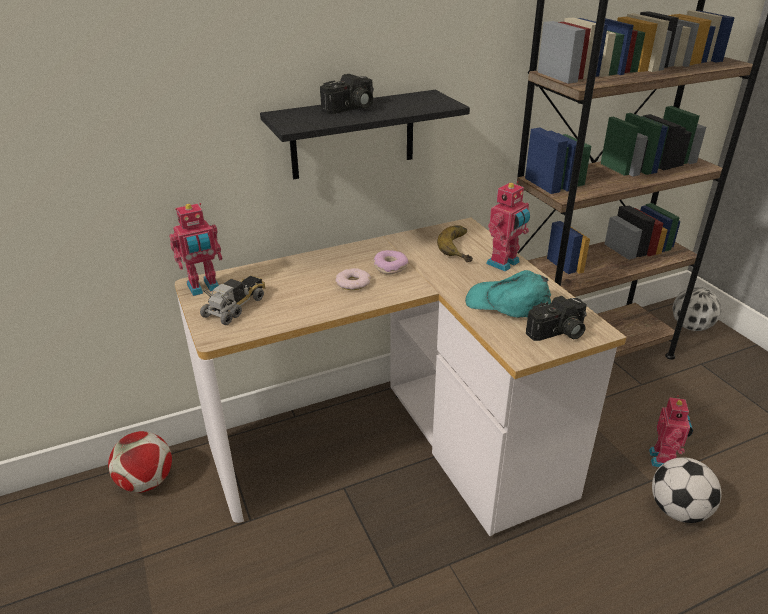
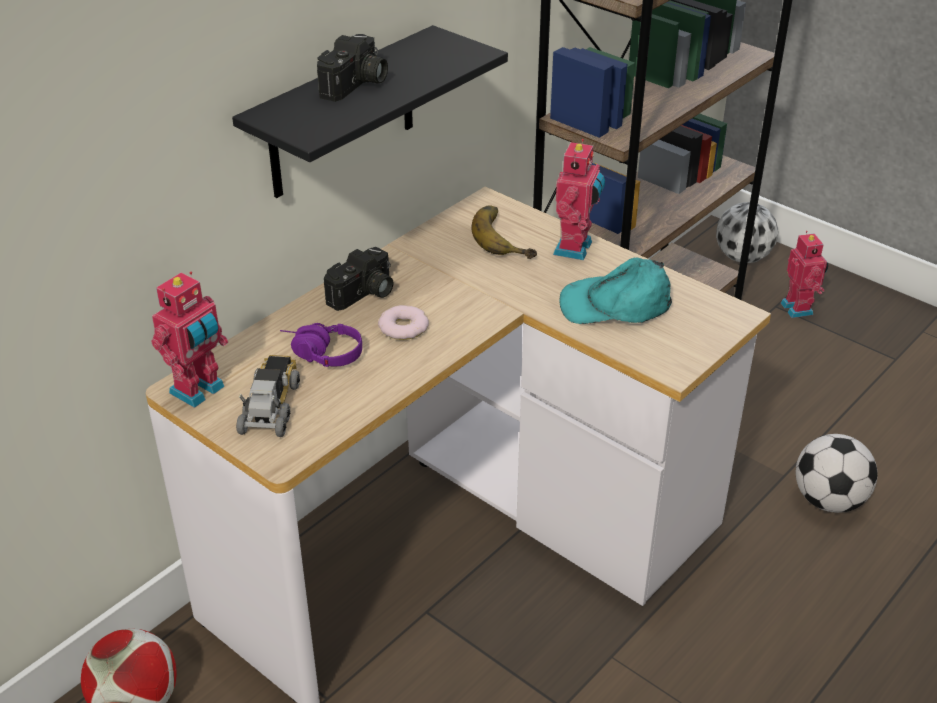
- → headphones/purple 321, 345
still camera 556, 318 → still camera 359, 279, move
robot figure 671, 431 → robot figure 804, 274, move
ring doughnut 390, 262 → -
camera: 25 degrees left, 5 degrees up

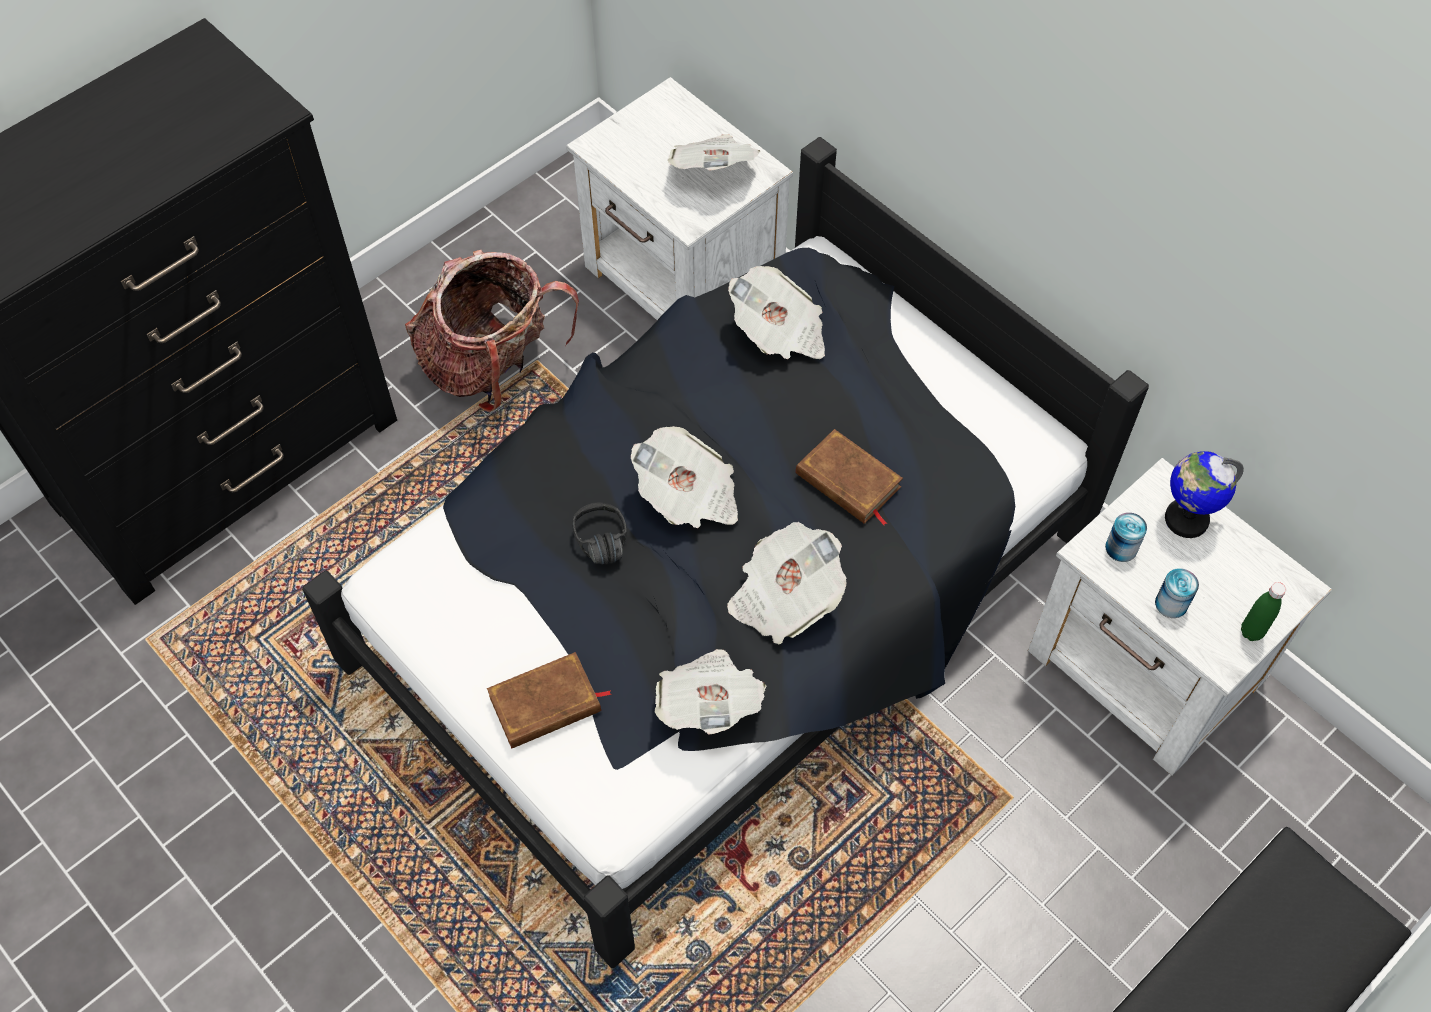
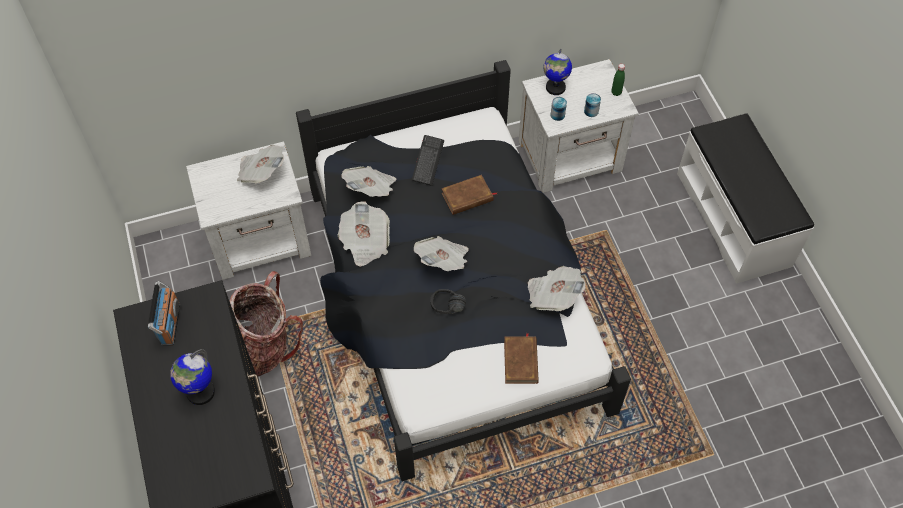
- → radio set 164, 313
- → world globe 192, 377
newspaper 787, 583 → newspaper 364, 234, move
- → computer keyboard 428, 160
camera: 65 degrees left, 0 degrees up

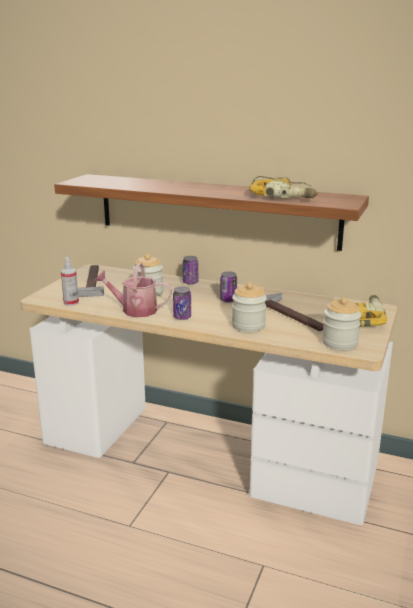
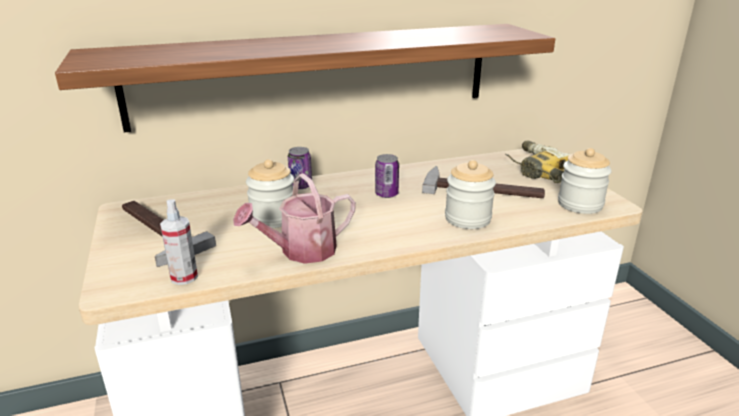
sealed can 182, 303 → -
electric drill 283, 187 → -
camera: 40 degrees left, 5 degrees up

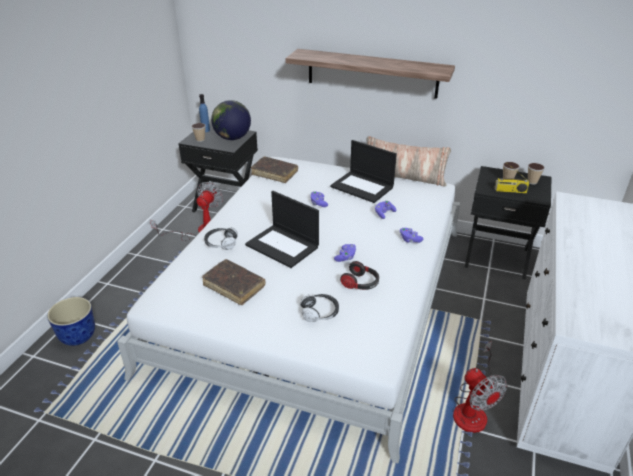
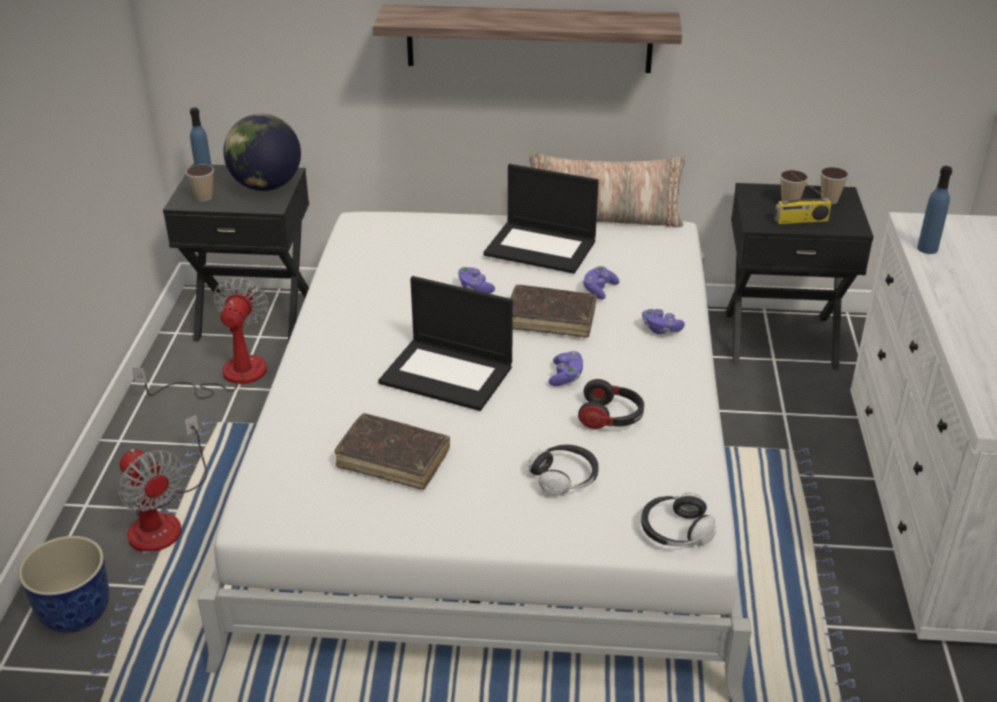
cooling fan 480, 387 → cooling fan 162, 484, move
volume/brown-coloured 274, 170 → volume/brown-coloured 553, 311, move
headphones 221, 238 → headphones 678, 519, move
- → drink bottle/blue-coloured 934, 210
camera: 15 degrees left, 0 degrees up

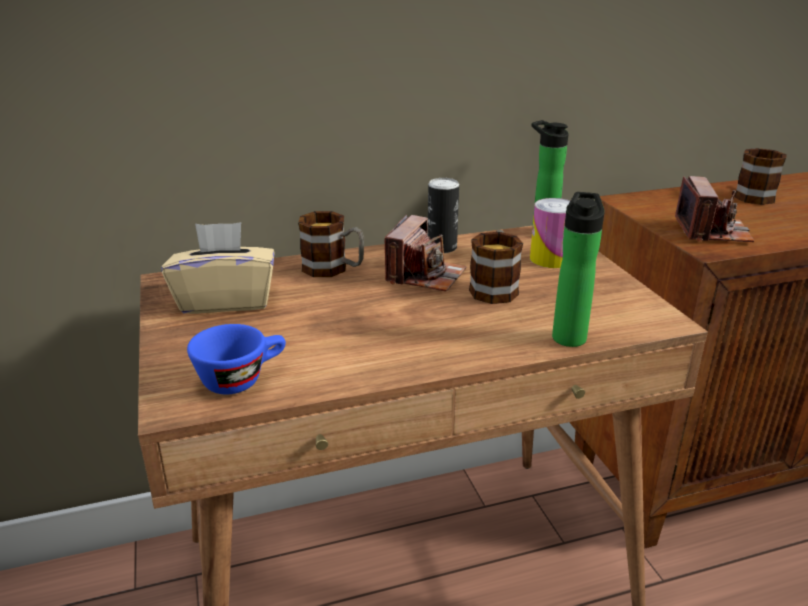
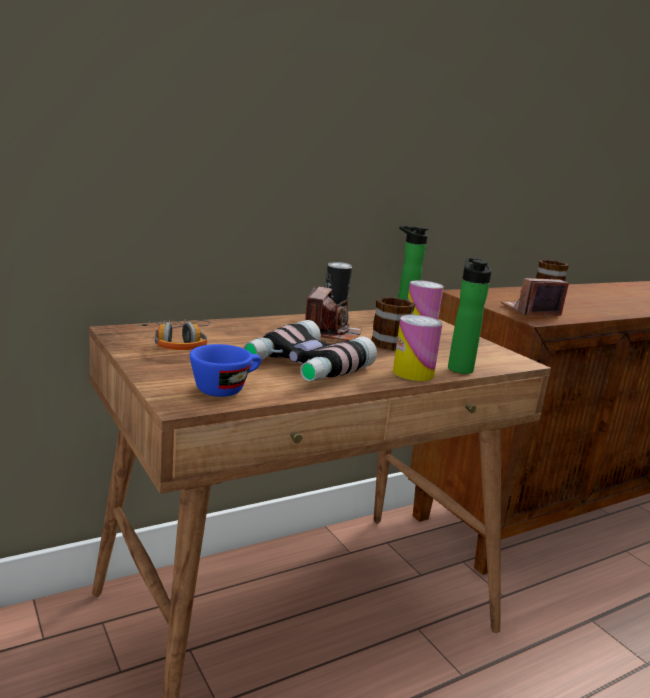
tissue holder/beige 218, 268 → headphones 174, 334
- → binoculars 310, 351
- → sealed can 418, 348
still camera 714, 209 → still camera 535, 297, 105 degrees counterclockwise
coffee mug 331, 244 → -
camera: 15 degrees left, 10 degrees down

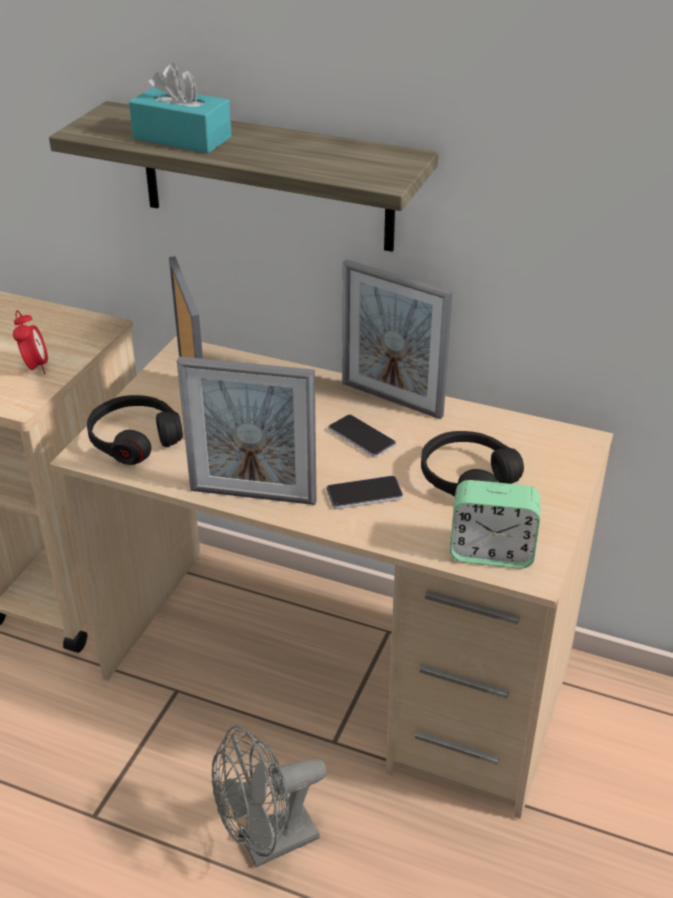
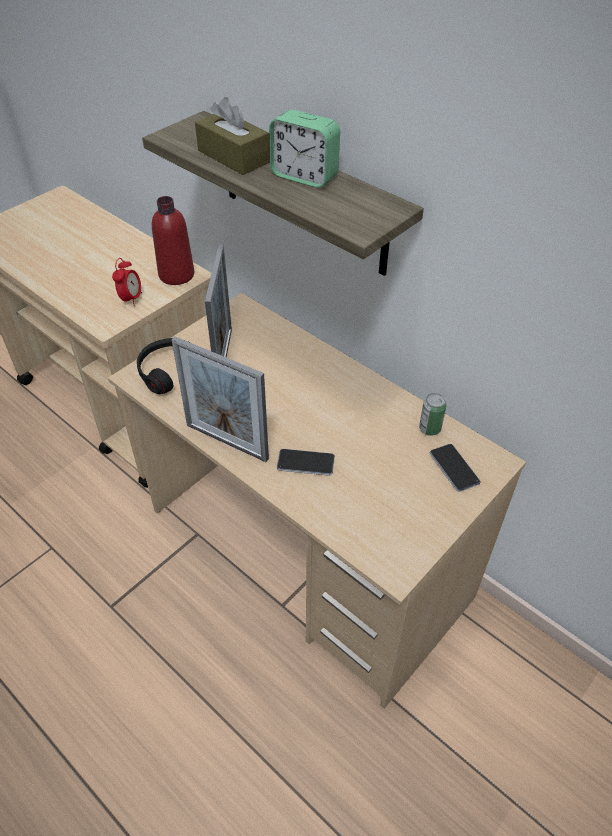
- → drink bottle/red-coloured 173, 240
tissue holder/turquoise 180, 108 → tissue holder/brown-coloured 232, 136
bedside clock 495, 524 → bedside clock 304, 148, move
- → sealed can 433, 414
telephone 362, 436 → telephone 455, 468, move
cooling fan/grey 269, 796 → -
picture frame 397, 339 → -
headphones/blackish 472, 463 → -
camera: 20 degrees right, 10 degrees up

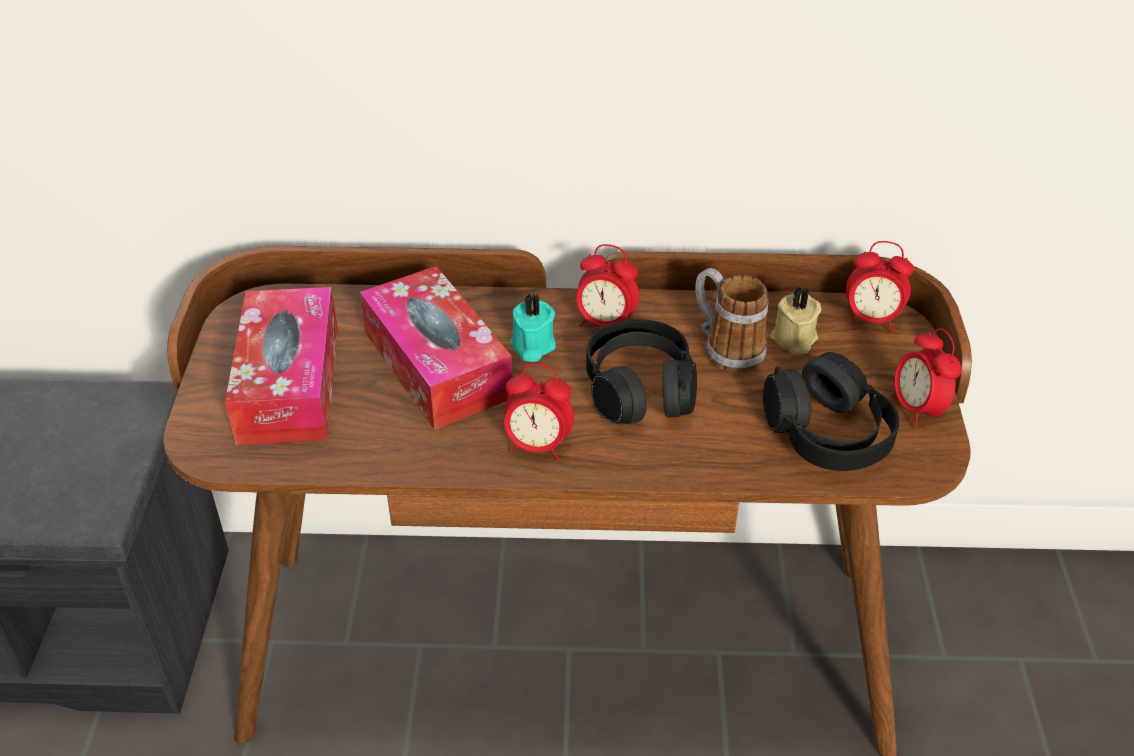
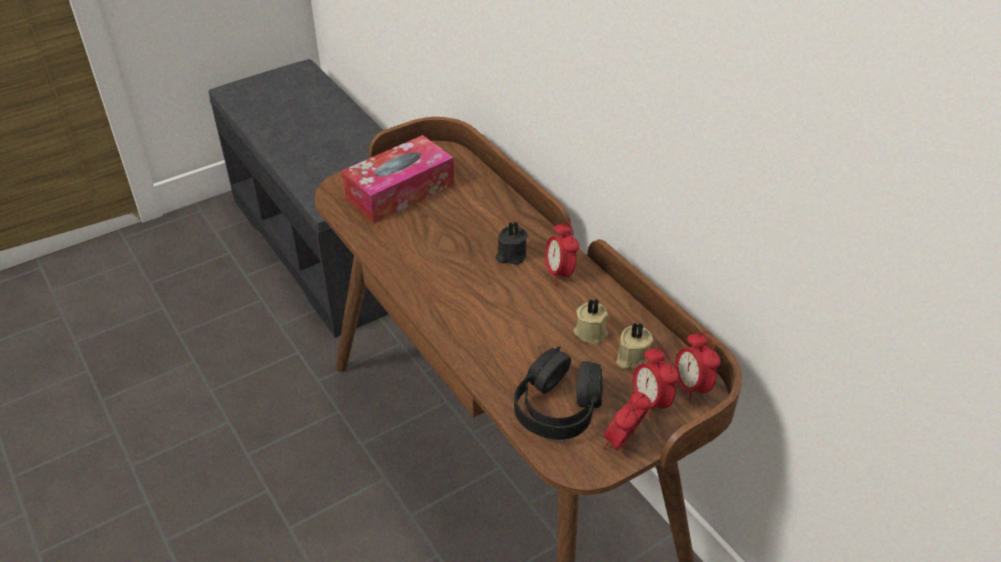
wax candle/turquoise 533, 328 → wax candle/blackish 512, 243
coffee mug 731, 320 → wax candle/beige 591, 321
bedside clock 539, 412 → bedside clock 655, 382, move
tissue holder 436, 348 → -
headphones/blackish 641, 372 → -
camera: 55 degrees right, 0 degrees up

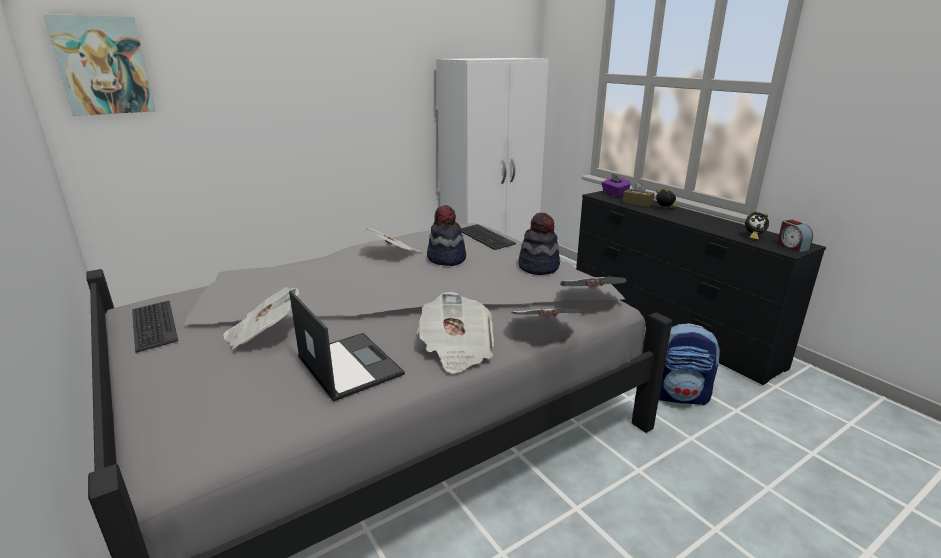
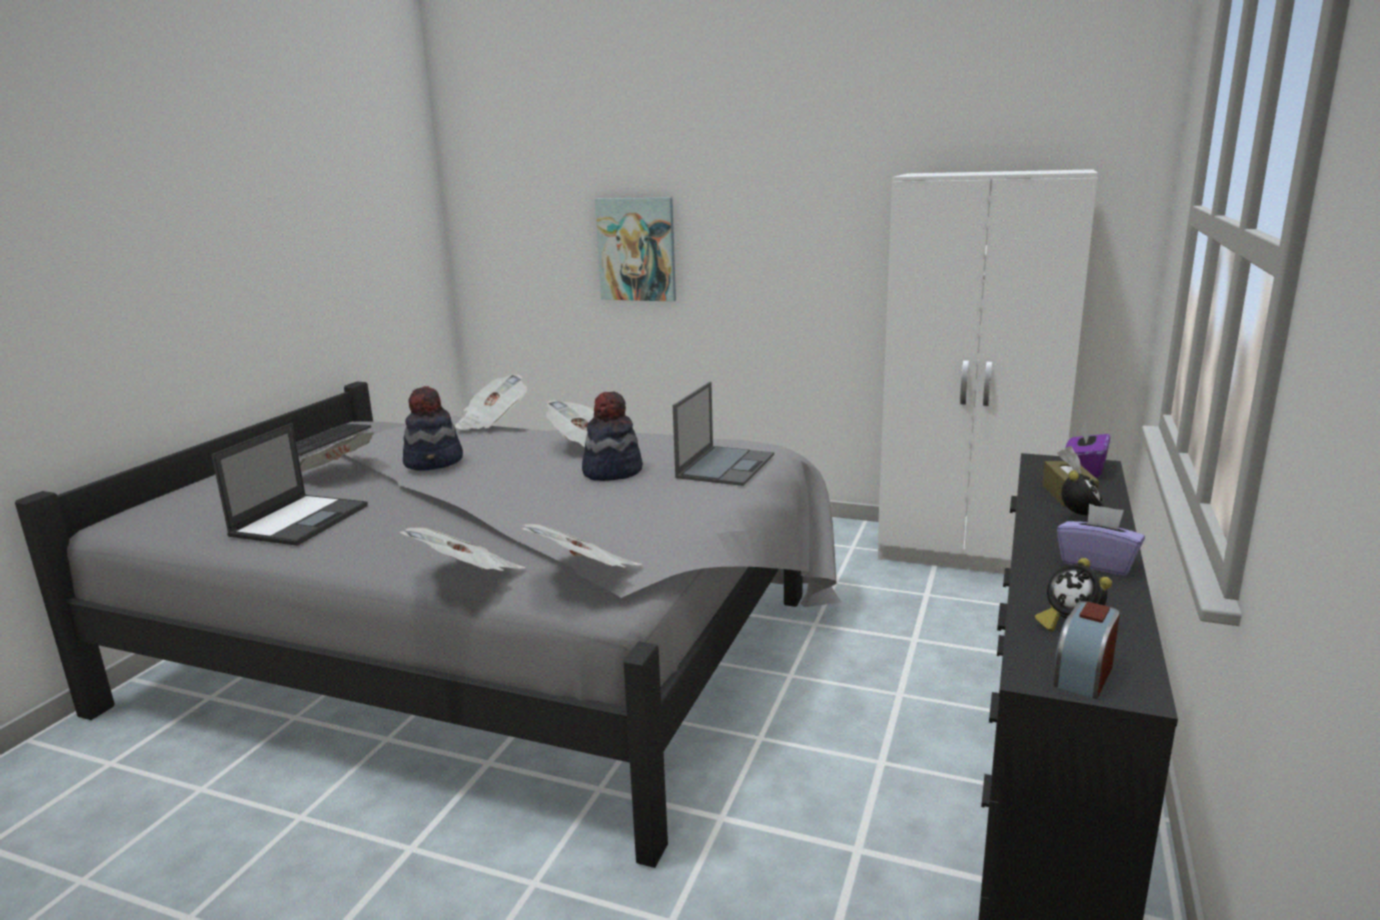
clothing hat 539, 243 → clothing hat 433, 428, move
newspaper 455, 333 → newspaper 491, 402, move
wall art 99, 65 → wall art 635, 249, move
computer keyboard 488, 237 → portable computer 723, 434
- → tissue holder/purple 1101, 540
backpack 689, 364 → -
camera: 55 degrees right, 5 degrees down

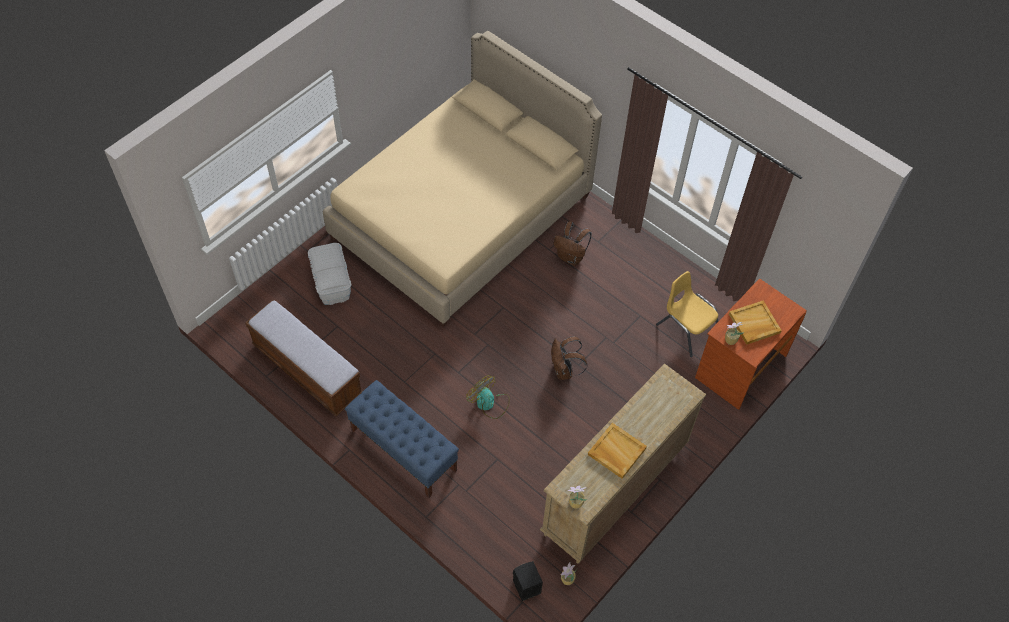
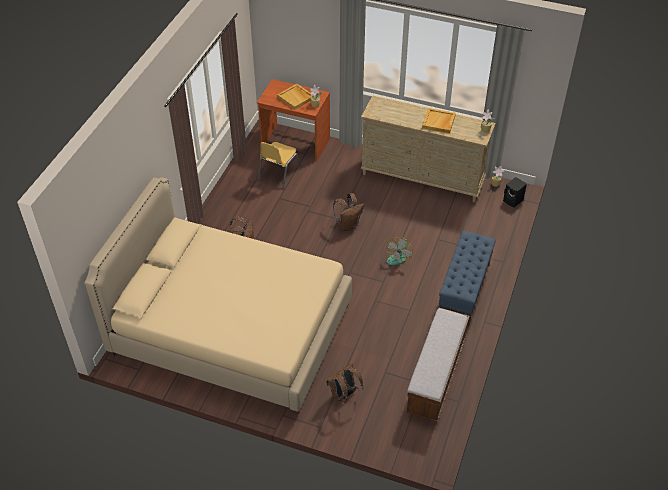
storage container/whitish 329, 274 → backpack/brown-coloured 345, 383
camera: 110 degrees left, 10 degrees down

